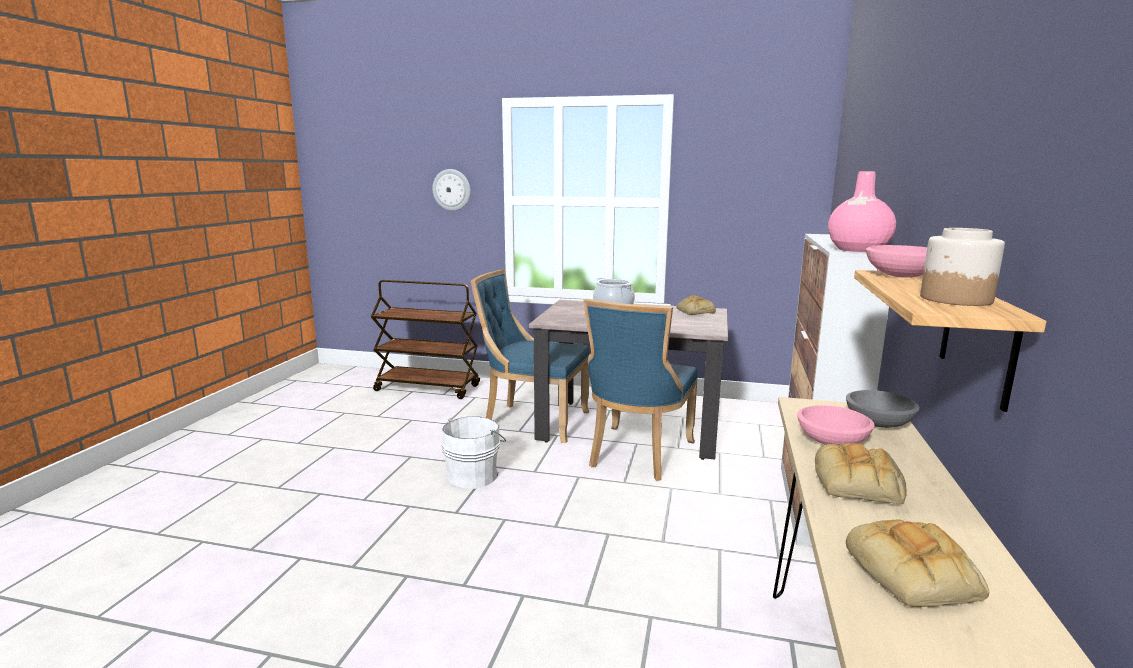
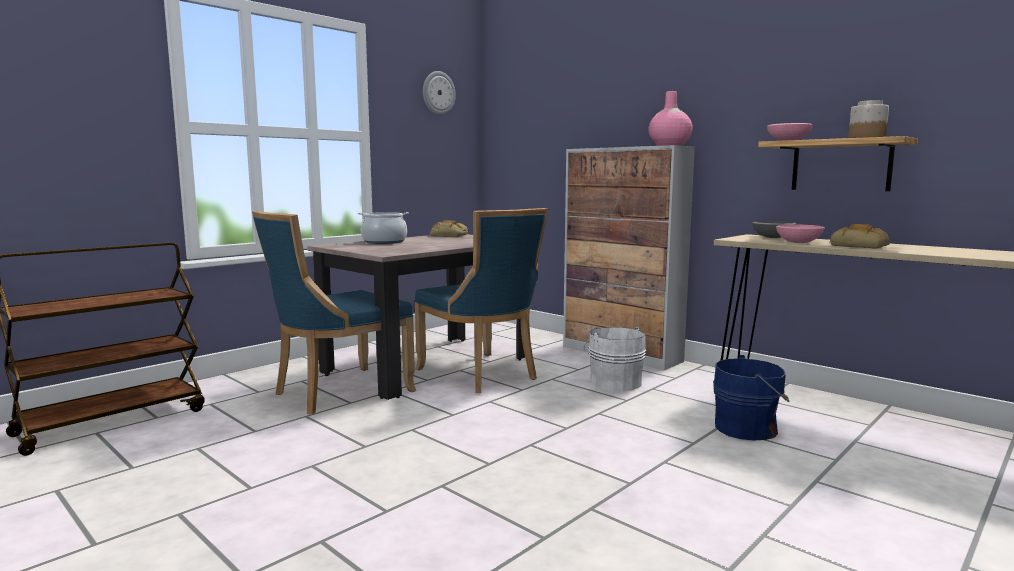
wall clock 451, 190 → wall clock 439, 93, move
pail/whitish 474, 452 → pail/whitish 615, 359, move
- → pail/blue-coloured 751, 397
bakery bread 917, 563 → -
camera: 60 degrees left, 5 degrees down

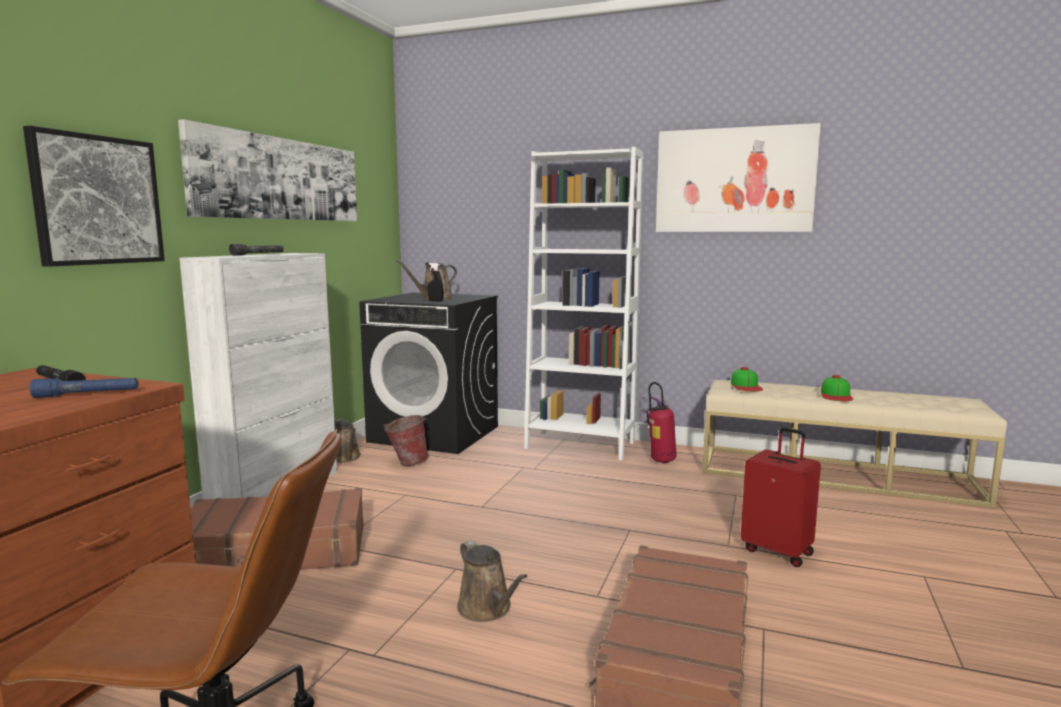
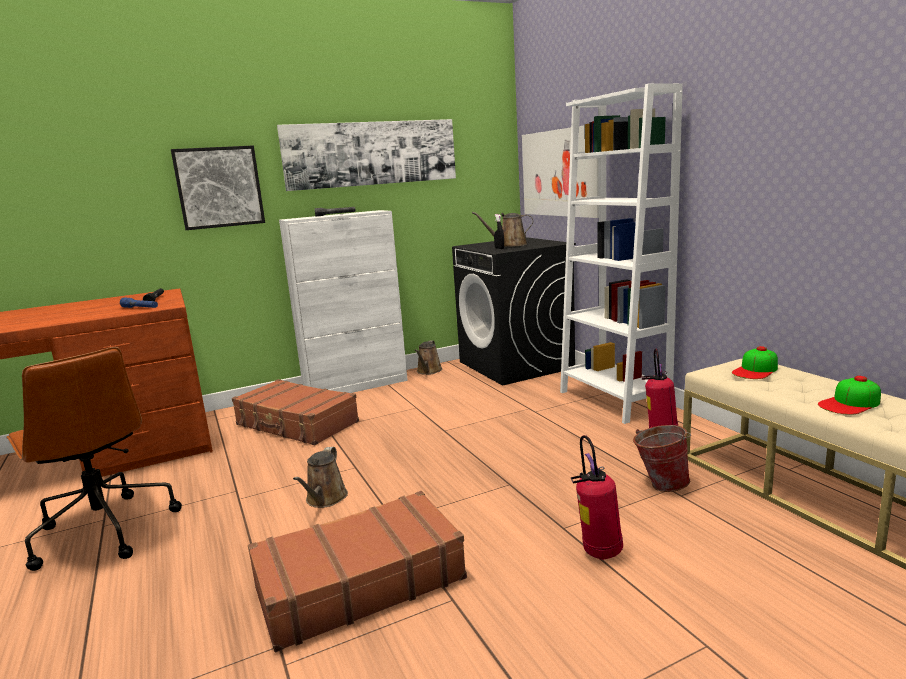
wall art 738, 177 → wall art 560, 171, move
piece of luggage/red-coloured 781, 497 → extinguisher 597, 497
pail 406, 440 → pail 662, 458, move
camera: 45 degrees right, 5 degrees up

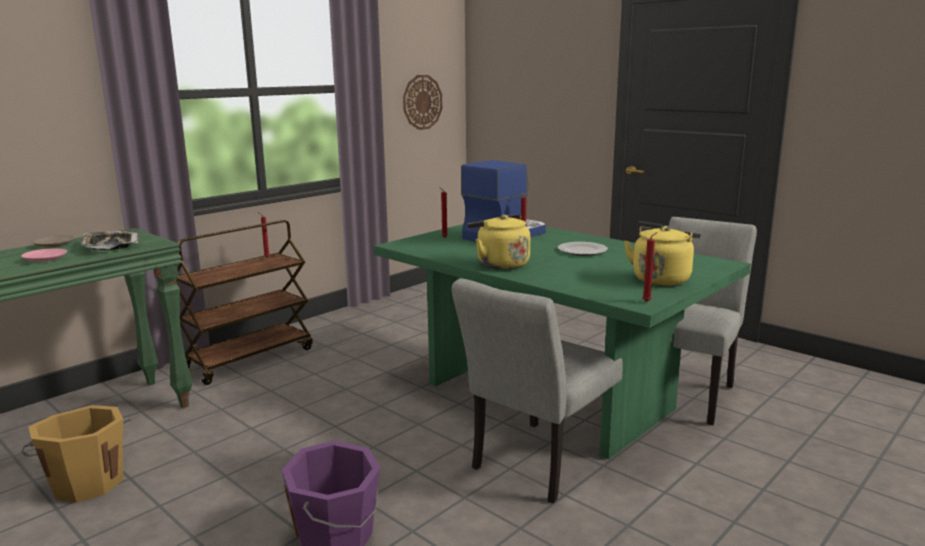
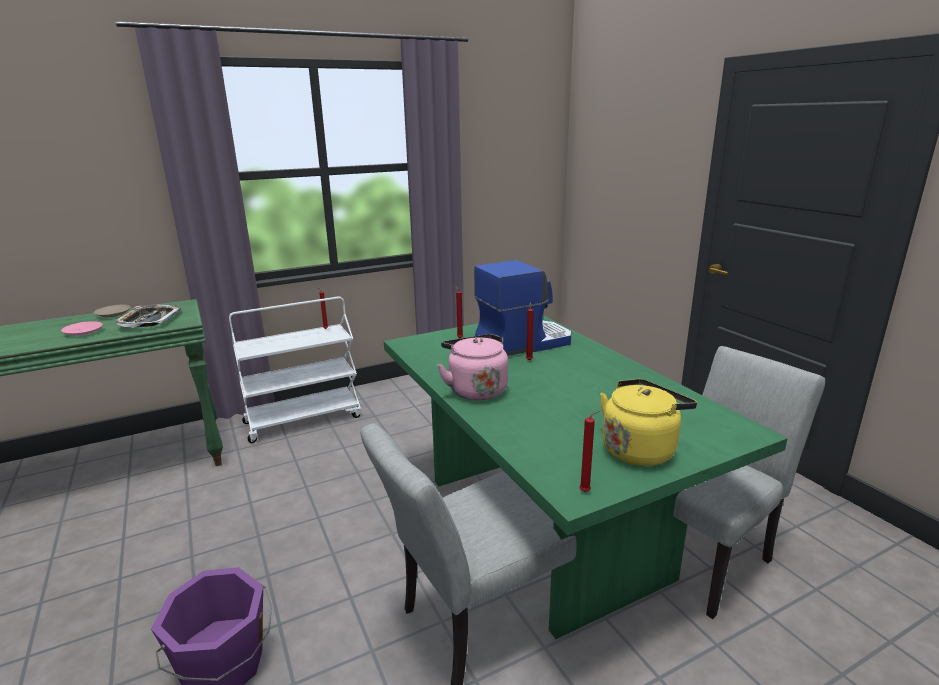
trolley/brown-coloured 244, 302 → trolley/whitish 295, 370
water kettle/yellow-coloured 498, 242 → water kettle/pink-coloured 472, 367
pail/orangey 76, 454 → -
wall clock 422, 102 → -
flat dish 582, 249 → -
camera: 20 degrees right, 5 degrees up

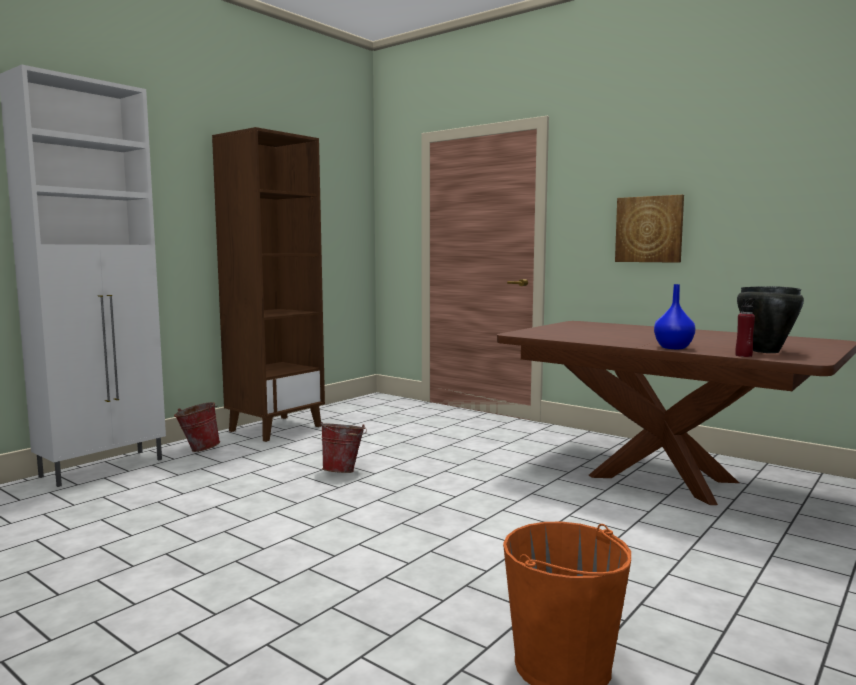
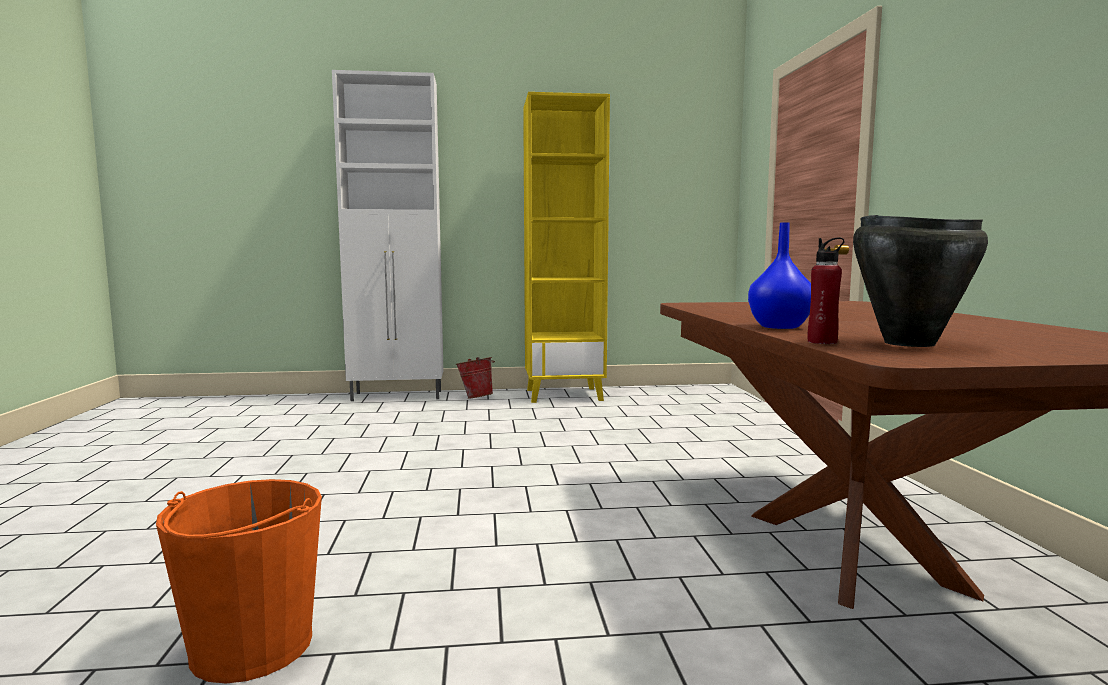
bookshelf/brown-coloured 268, 284 → bookshelf/yellow-coloured 566, 247
pail 343, 447 → -
wall art 649, 229 → -
camera: 45 degrees right, 0 degrees up

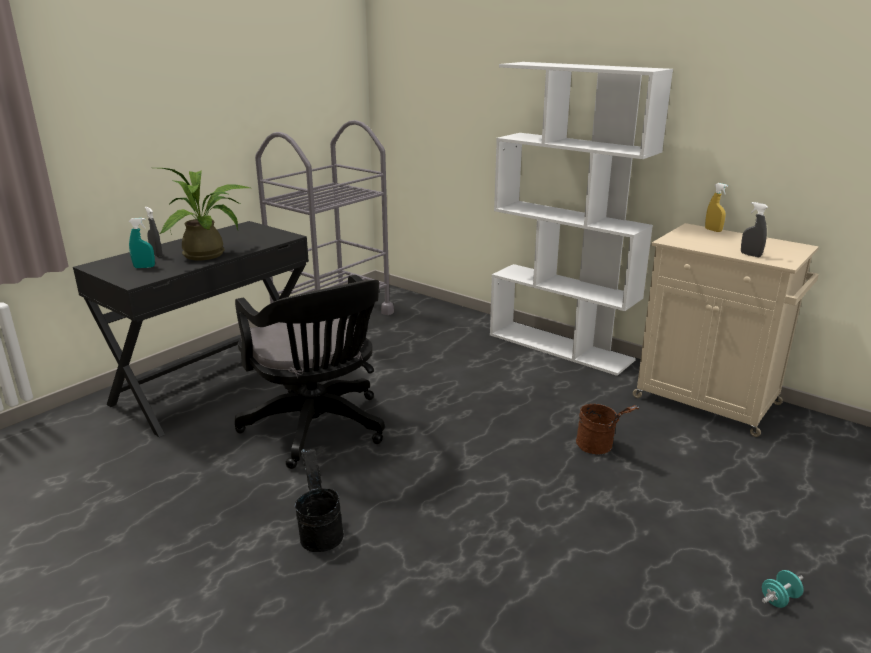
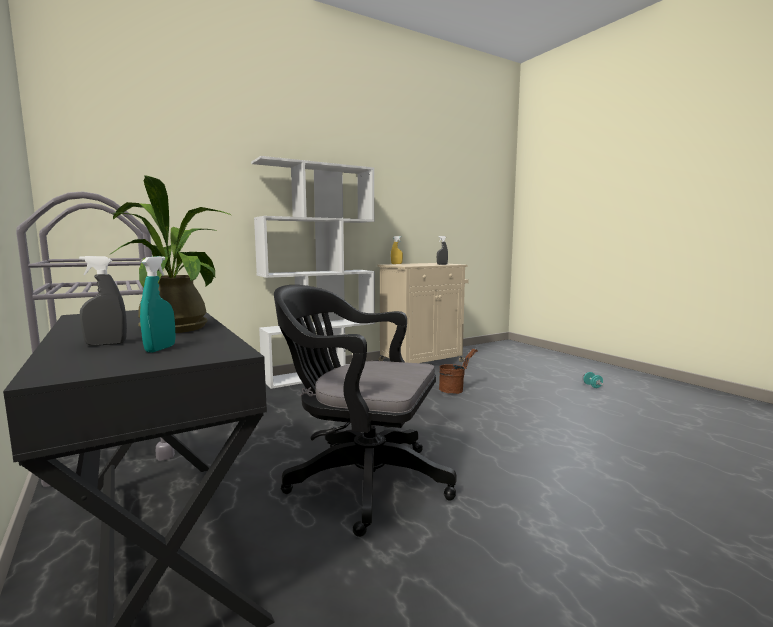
office chair/blackish 310, 372 → office chair/blackish 365, 411, 150 degrees counterclockwise
pail/blackish 319, 500 → -
camera: 70 degrees left, 15 degrees down

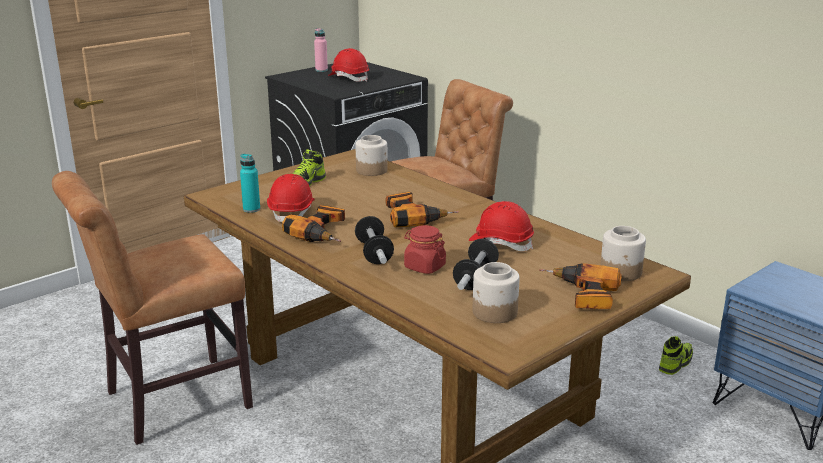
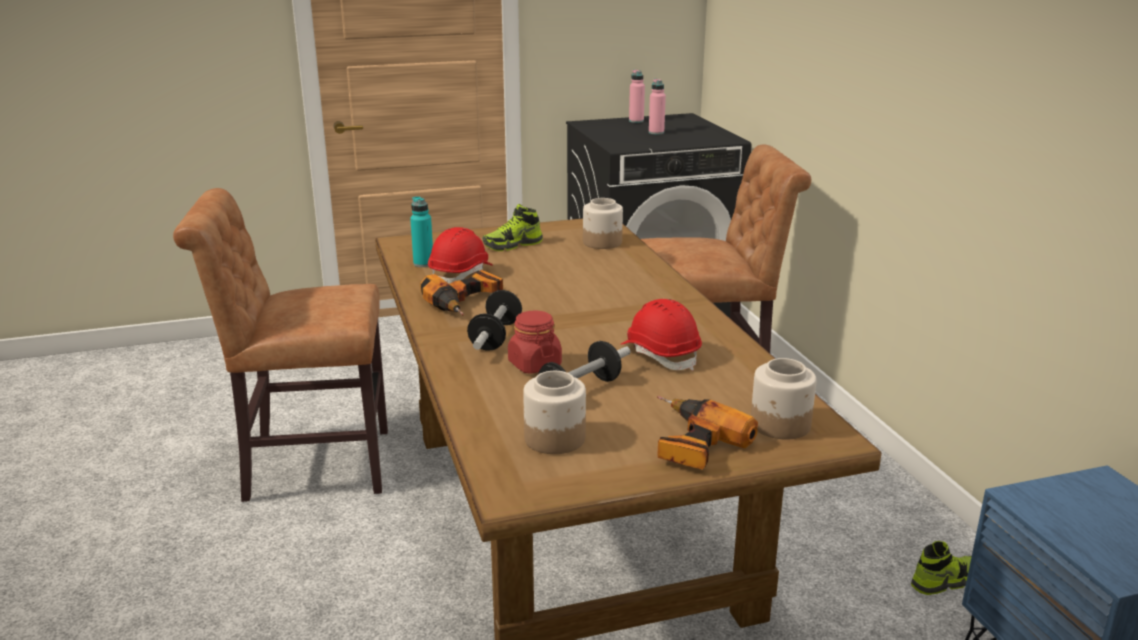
hard hat/red-coloured 348, 65 → drink bottle/pink-coloured 657, 107
electric drill 422, 209 → -
camera: 25 degrees right, 0 degrees up

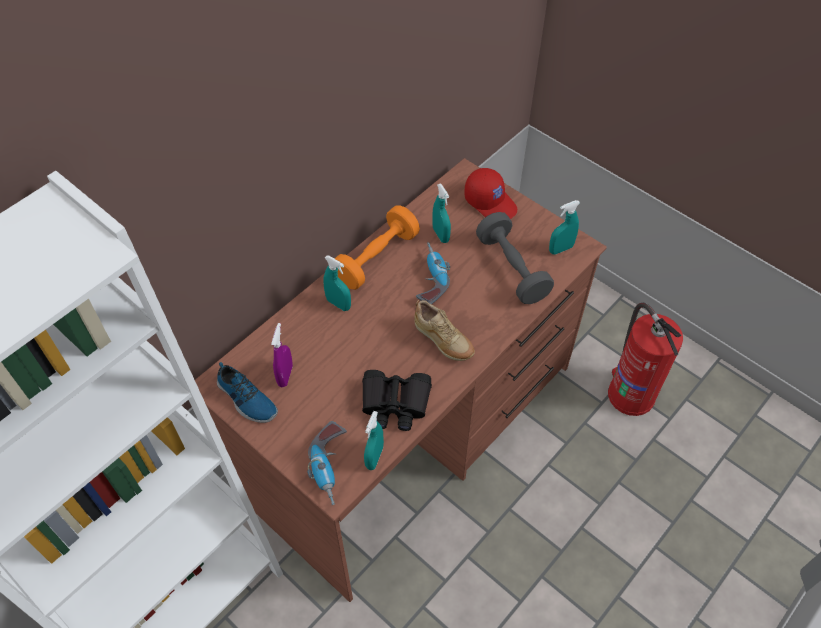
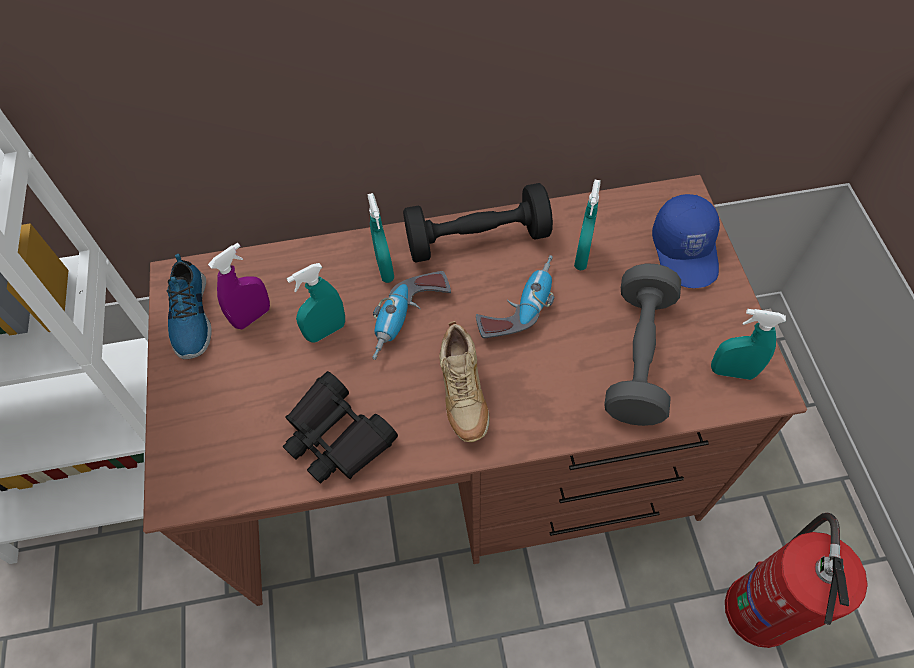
hand sprayer/turquoise 374, 440 → hand sprayer/turquoise 316, 303, move
electric drill 327, 463 → electric drill 411, 315, move
hand weight/orangey 377, 247 → hand weight/blackish 478, 223
cap/red-coloured 490, 193 → cap/blue-coloured 686, 241
camera: 40 degrees right, 5 degrees up

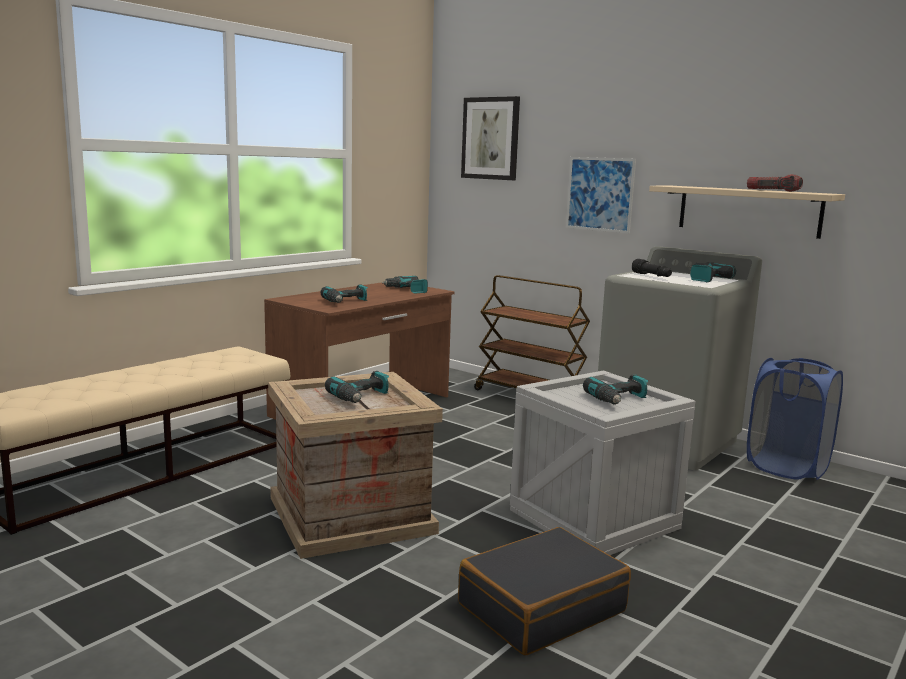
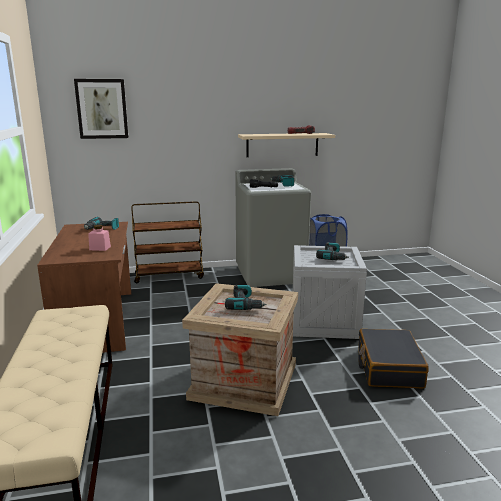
electric drill 344, 293 → storage jar/pink-coloured 99, 238
wall art 601, 195 → -
camera: 50 degrees left, 5 degrees up

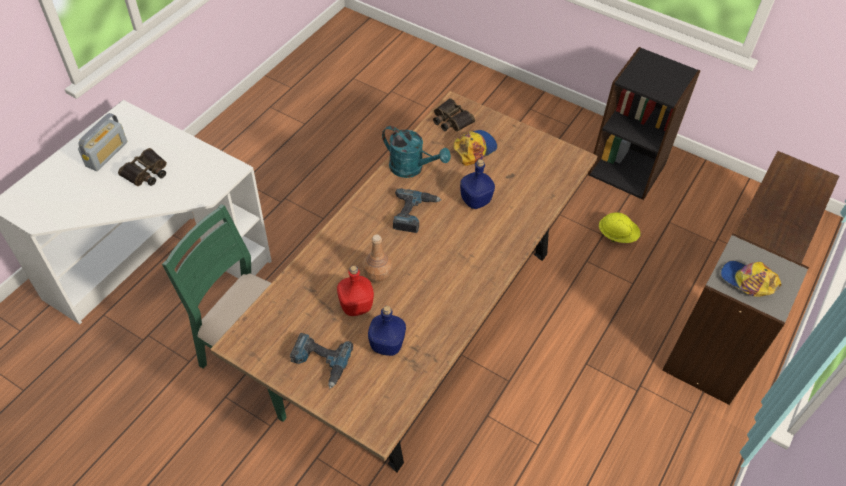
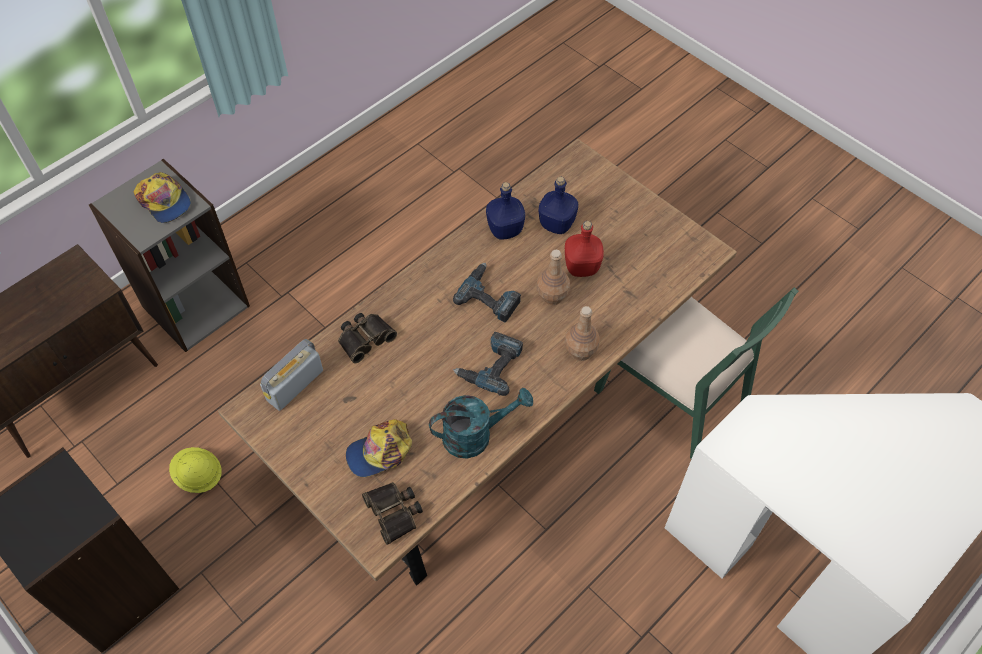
radio set 102, 142 → radio set 291, 375, move
binoculars 142, 167 → binoculars 367, 338, move
watering pot/turquoise 416, 152 → watering pot/turquoise 481, 423, 120 degrees clockwise
electric drill 321, 361 → electric drill 487, 292, move
drink bottle/blue-coloured 477, 184 → drink bottle/blue-coloured 505, 211, move
- → drink bottle/brown-coloured 582, 333
camera: 165 degrees left, 5 degrees up

